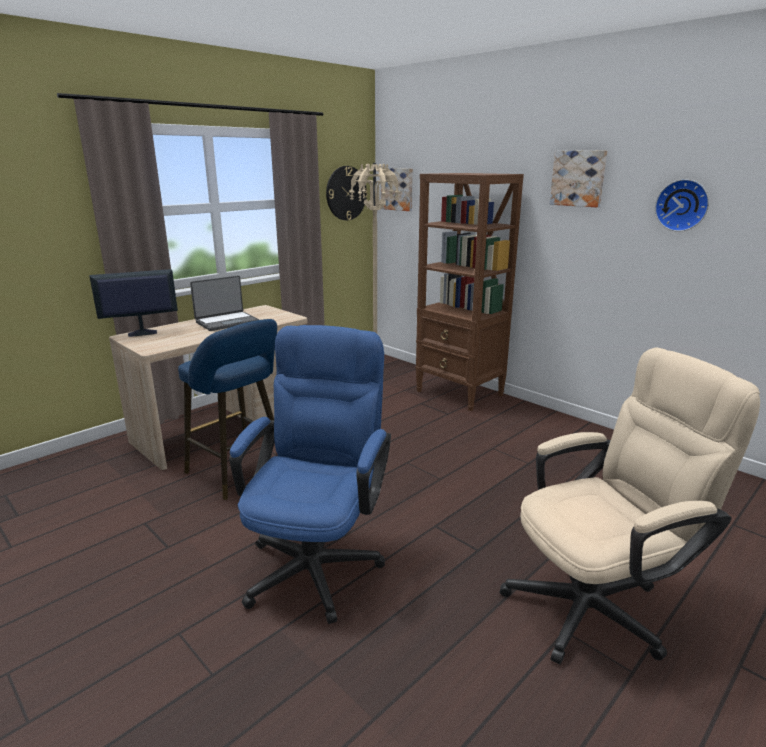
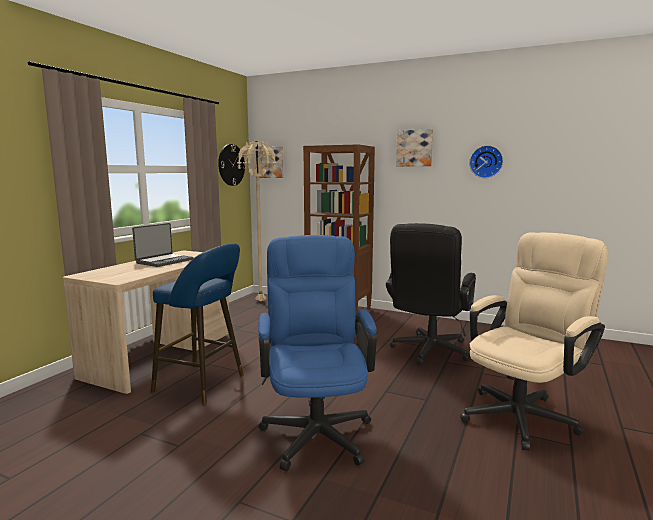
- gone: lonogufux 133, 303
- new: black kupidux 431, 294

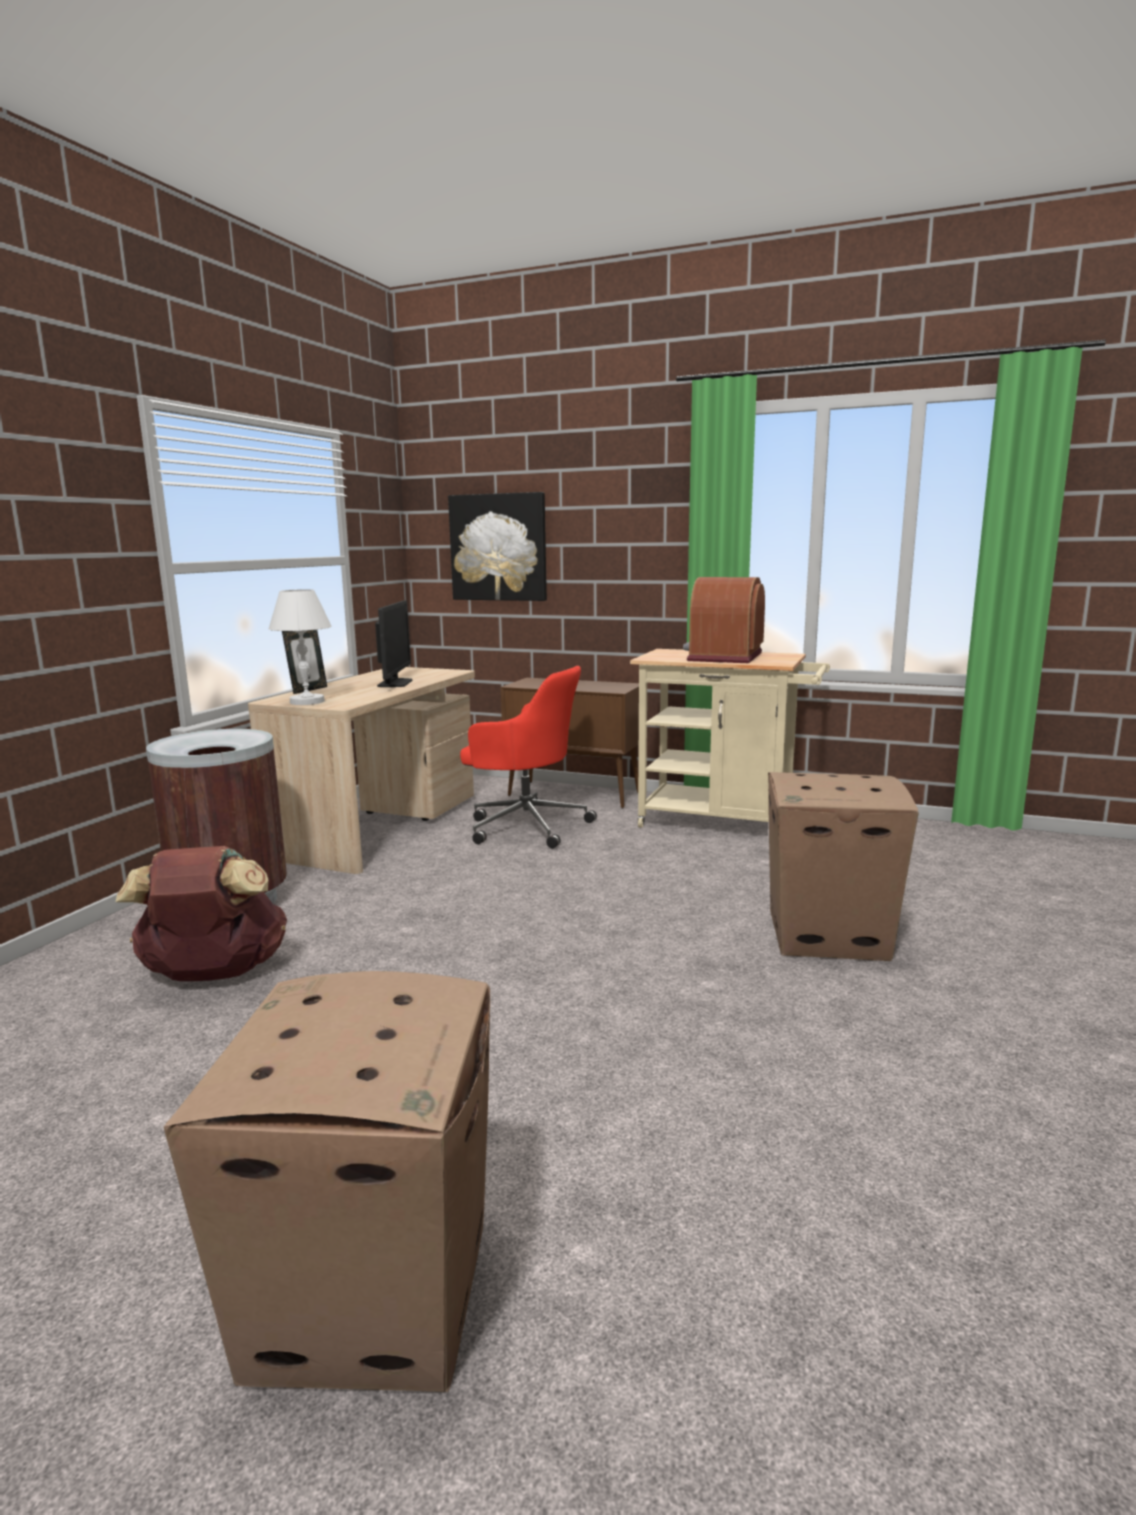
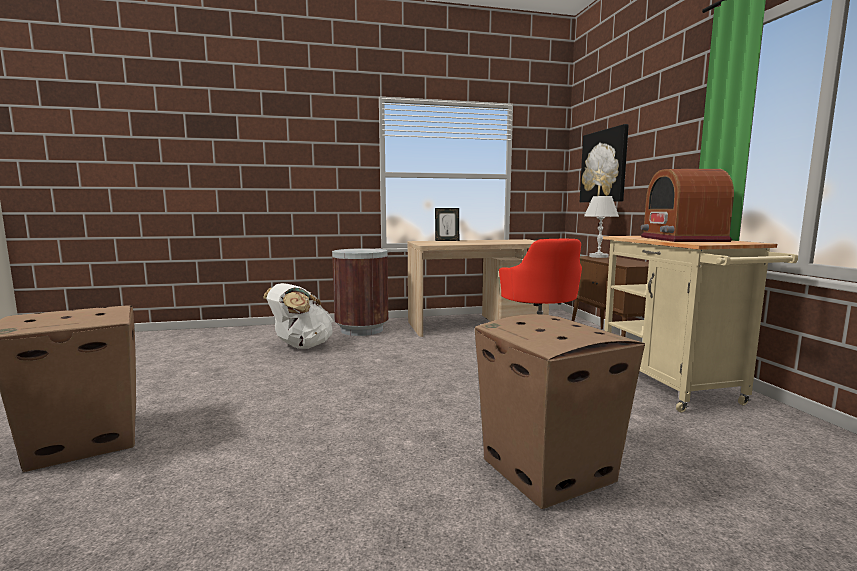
- rotated: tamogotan 724, 620 = 687, 205 75 degrees counterclockwise
- shifted: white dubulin 300, 647 to 601, 227
- gone: lonogufux 393, 643
- repainted: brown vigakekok 201, 913 to white vigakekok 298, 316

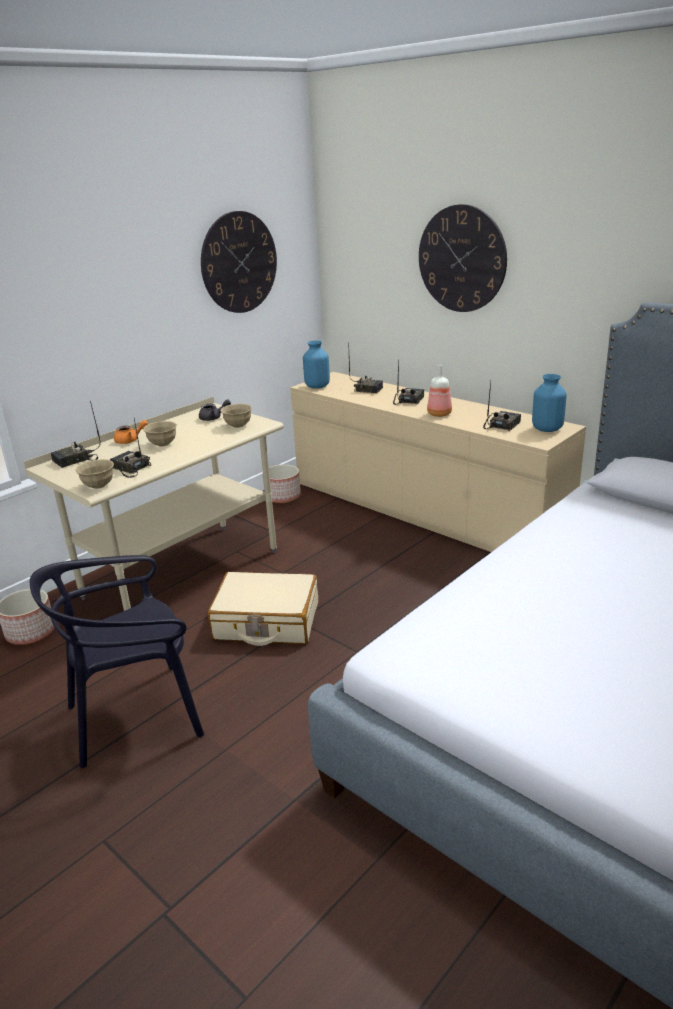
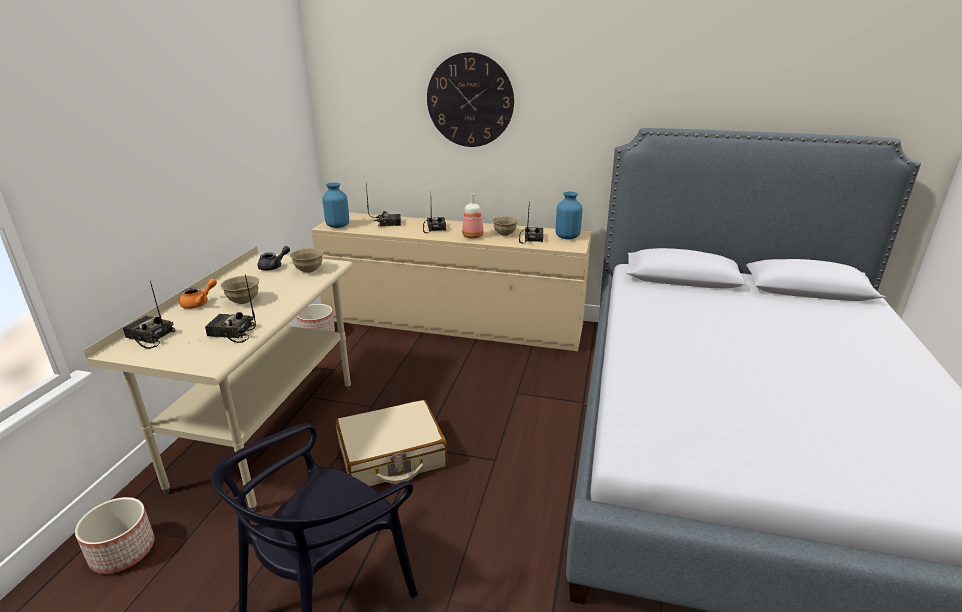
- gone: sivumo 239, 262
- rotated: tamogotan 75, 434 = 149, 315 90 degrees clockwise
- shifted: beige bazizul 94, 474 to 505, 226

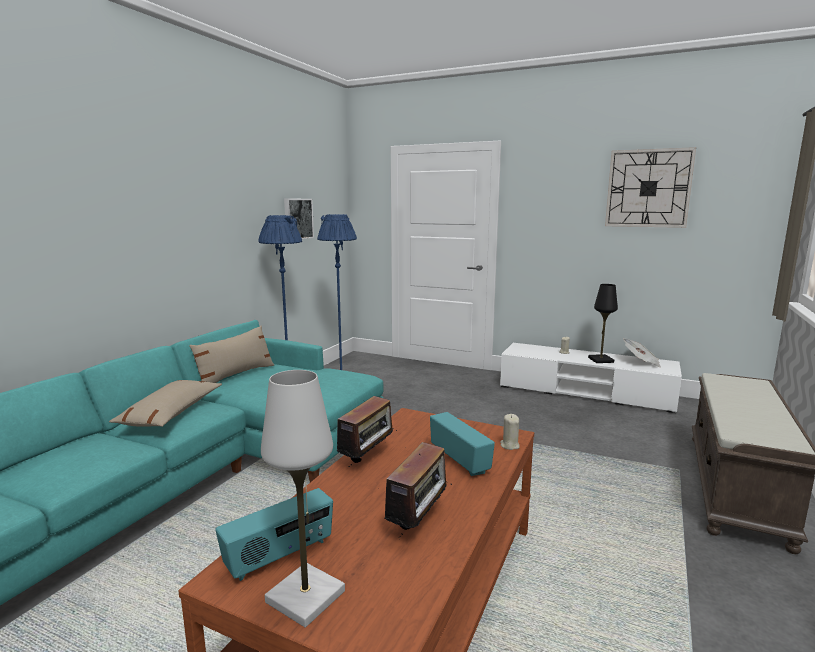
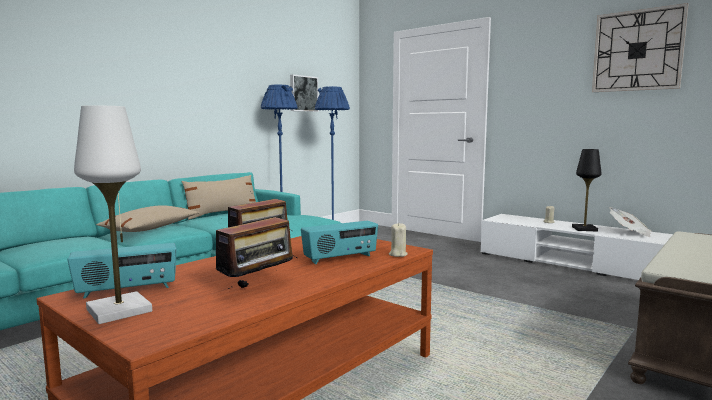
- rotated: tamogotan 462, 444 = 339, 242 75 degrees clockwise

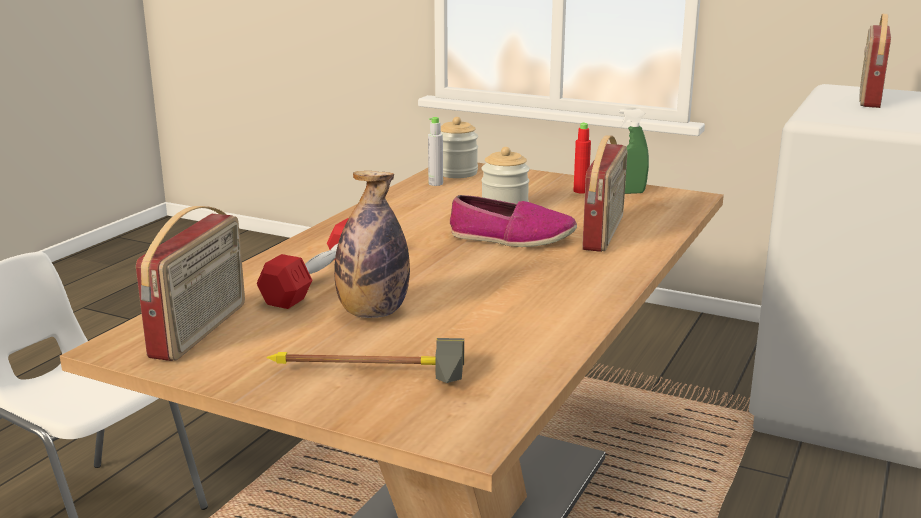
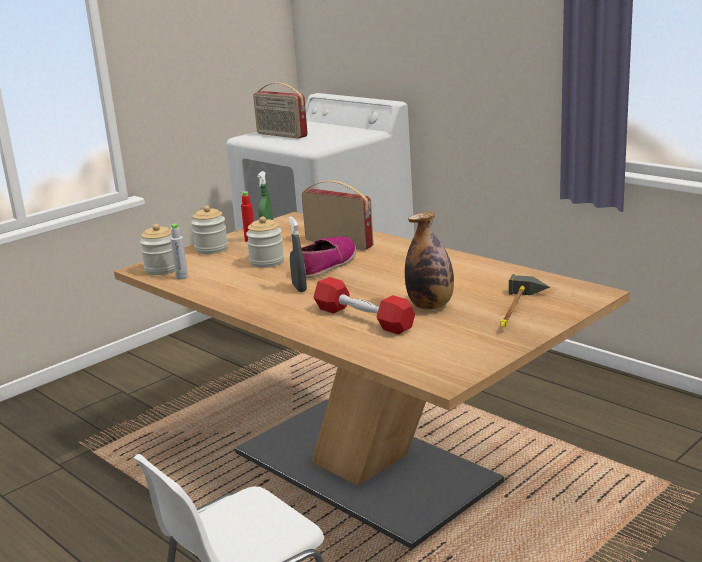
- gone: tamogotan 190, 283
- new: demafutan 209, 230
- new: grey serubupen 298, 254

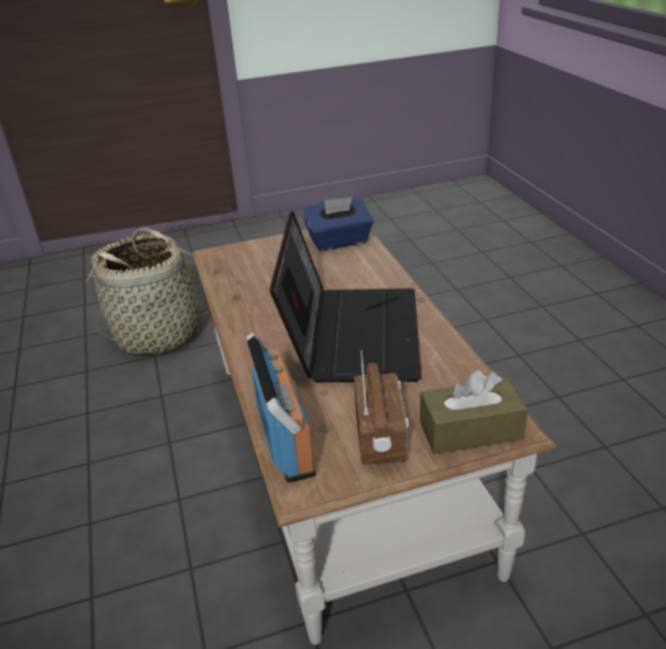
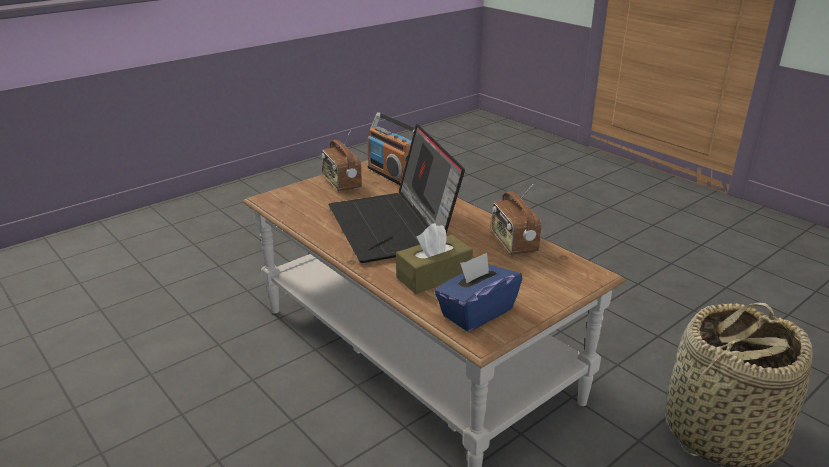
- shifted: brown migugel 474, 412 to 434, 258
- new: tamogotan 516, 219

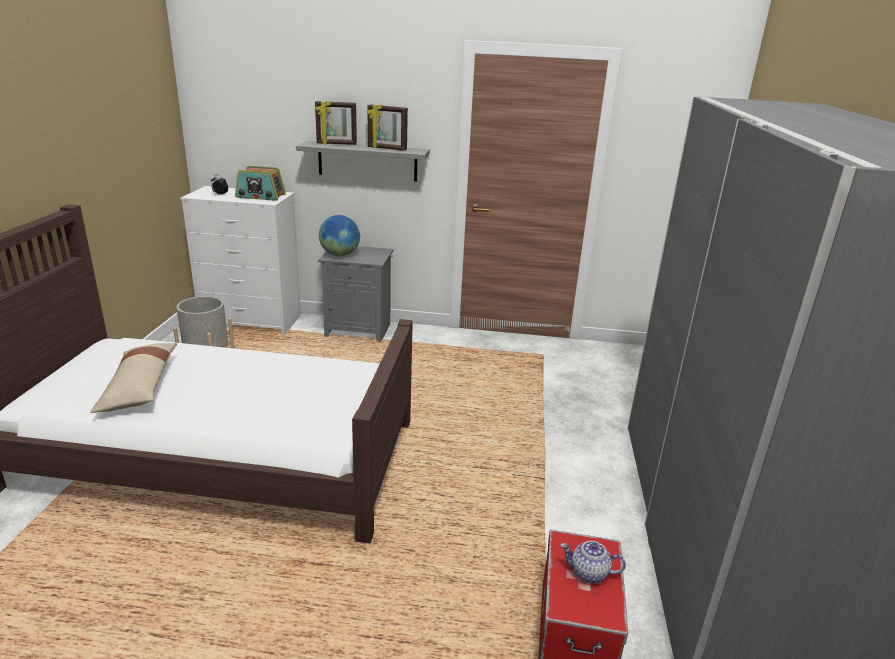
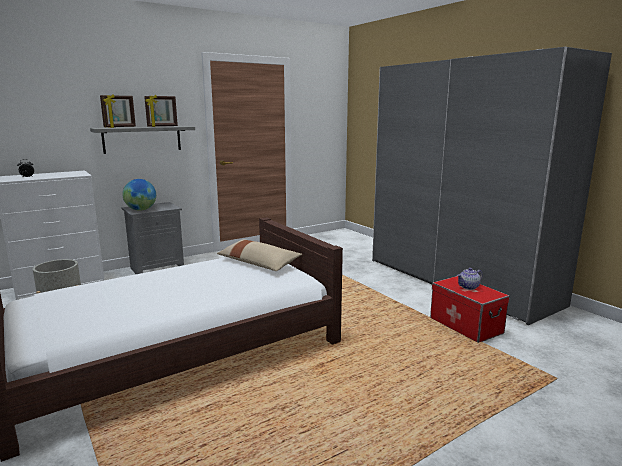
- gone: tamogotan 260, 183
- shifted: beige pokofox 133, 378 to 259, 255

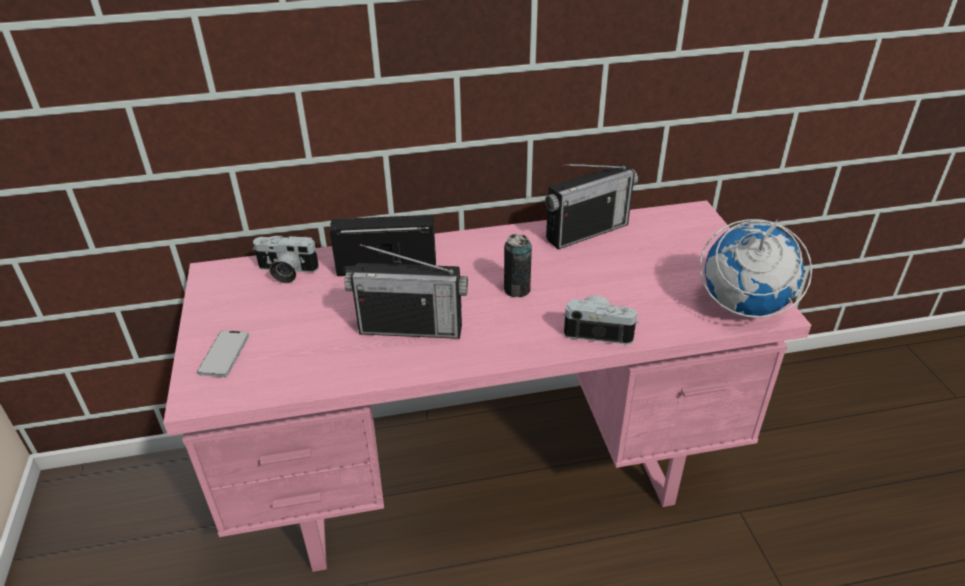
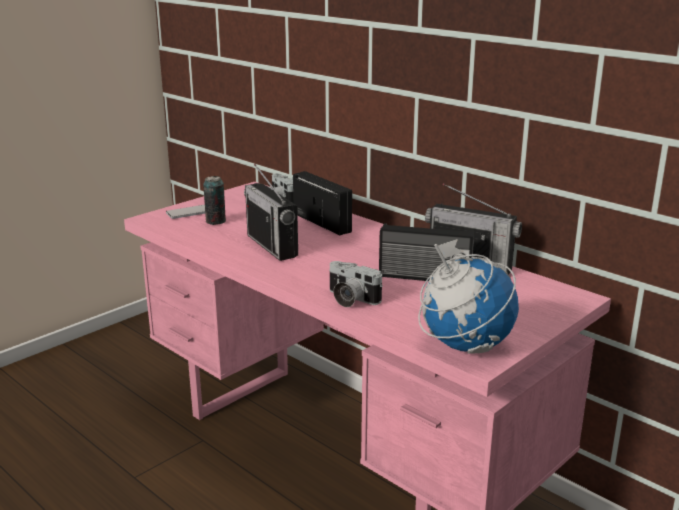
- shifted: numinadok 518, 265 to 214, 200
- rotated: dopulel 600, 319 = 356, 284 150 degrees clockwise
- new: tamogotan 426, 252

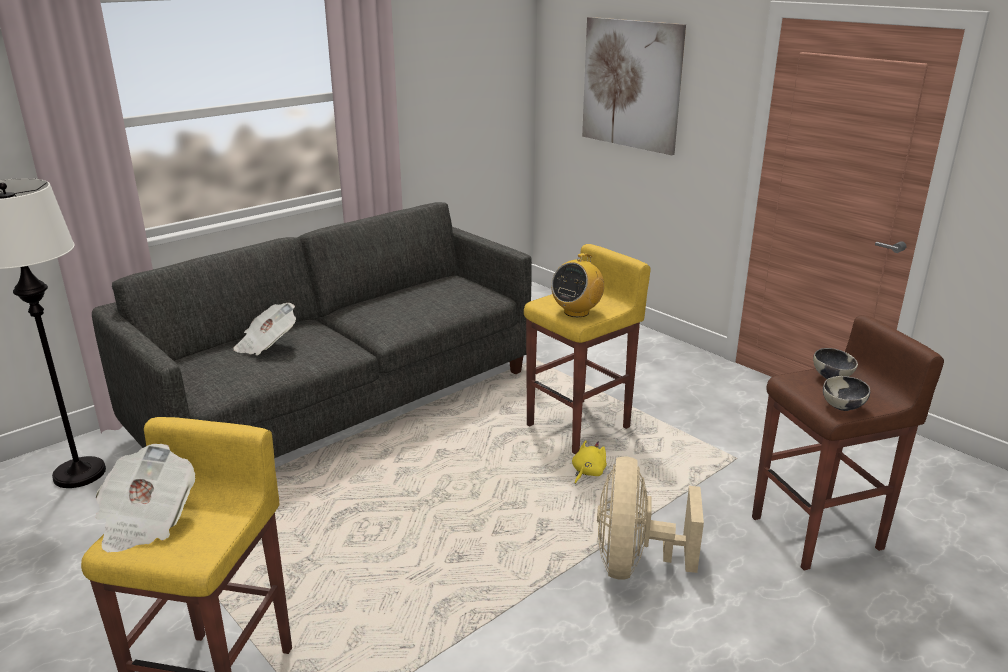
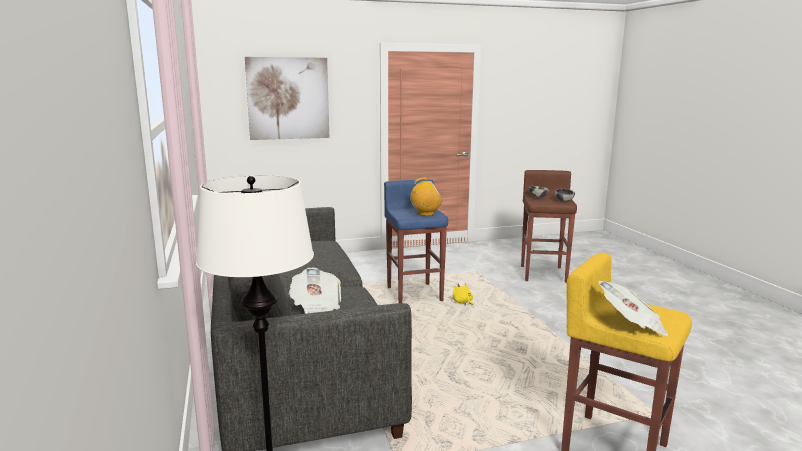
- repainted: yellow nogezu 587, 349 to blue nogezu 416, 241
- rotated: tamogotan 577, 285 = 426, 197 75 degrees counterclockwise
- gone: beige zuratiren 650, 518

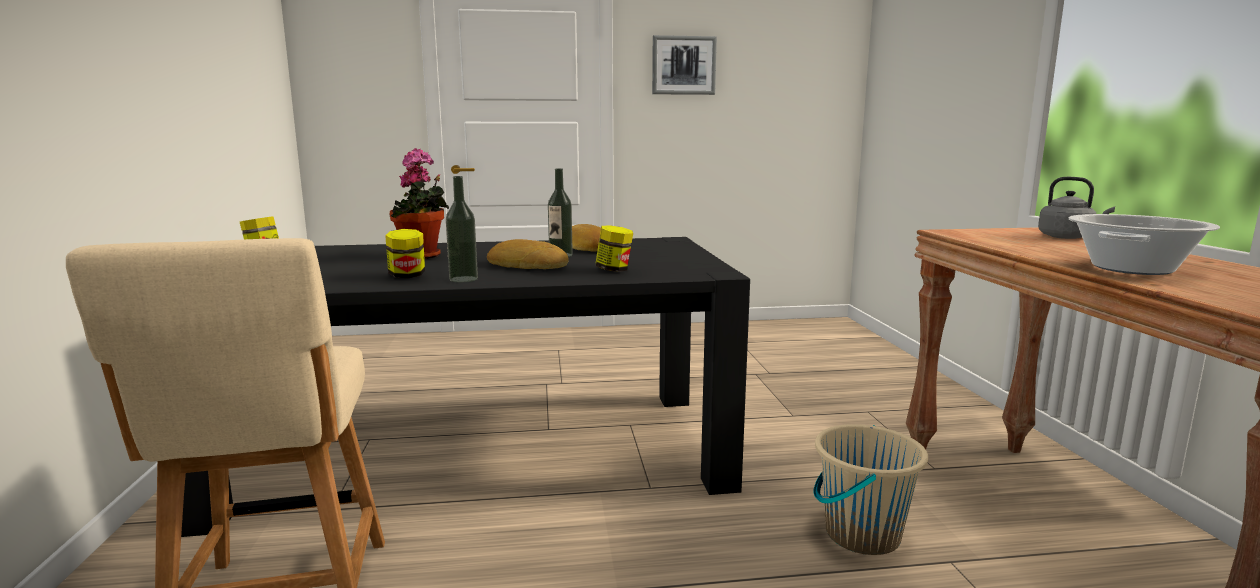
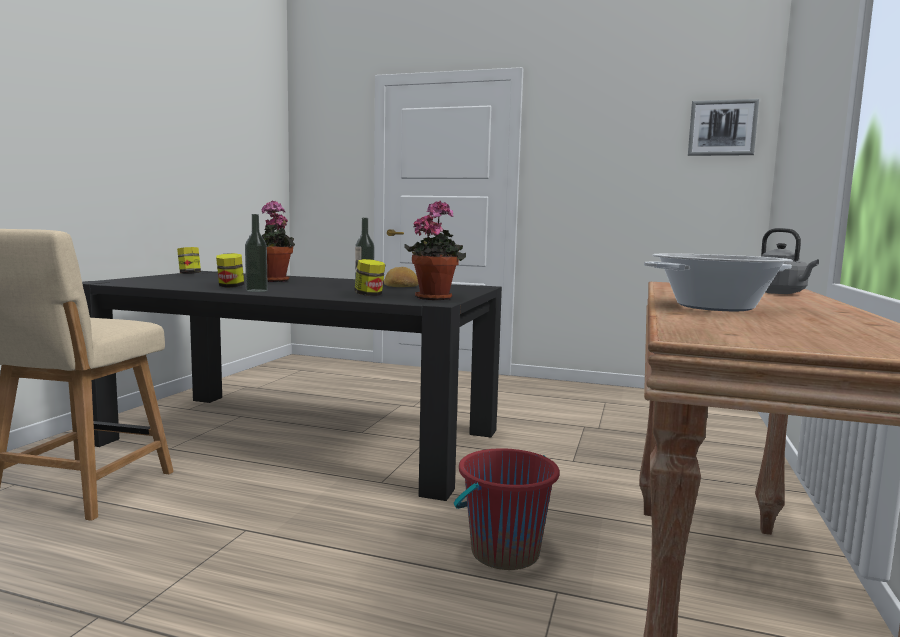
- shifted: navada 684, 65 to 723, 127
- gone: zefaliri 528, 254
- repainted: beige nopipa 870, 489 to red nopipa 507, 509
- new: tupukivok 435, 250

